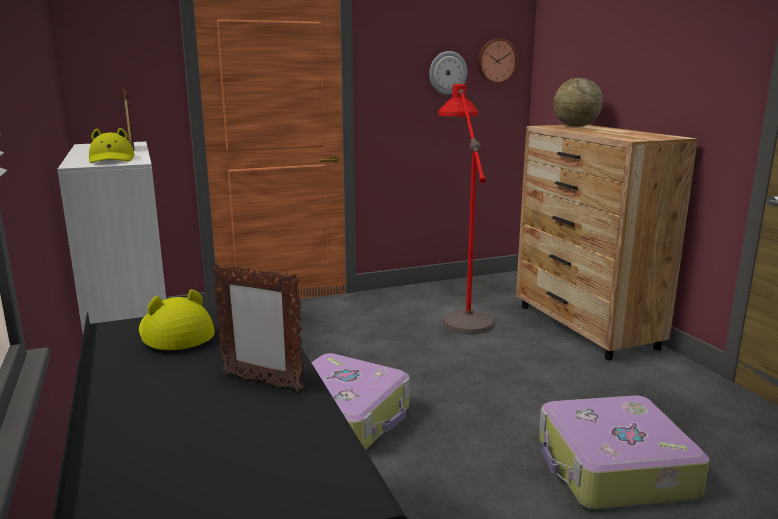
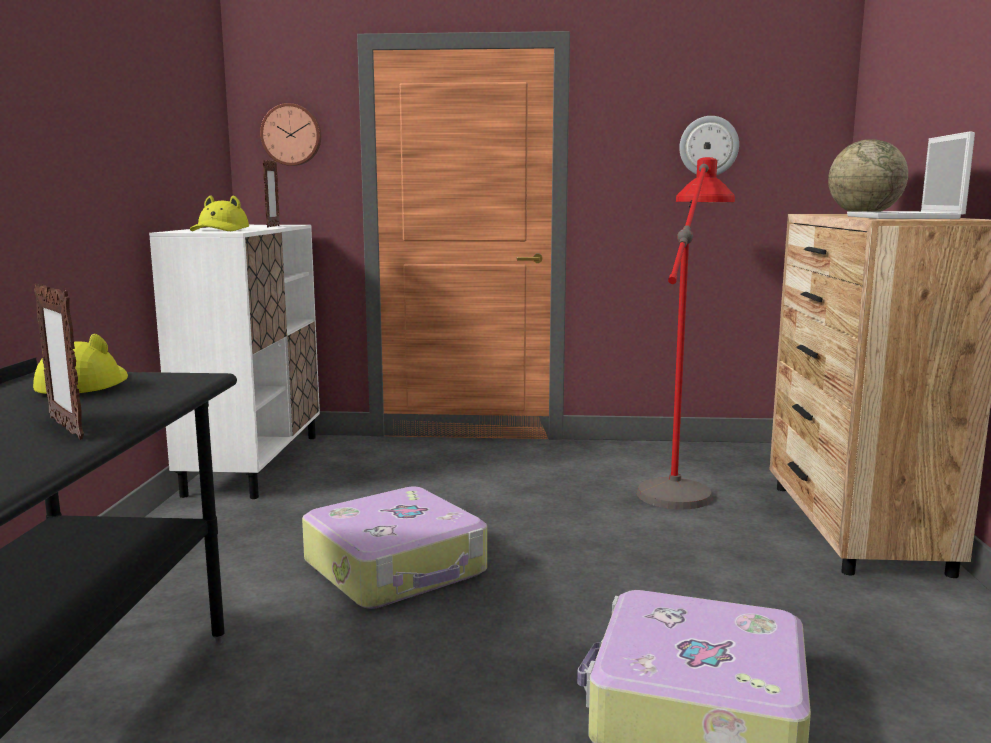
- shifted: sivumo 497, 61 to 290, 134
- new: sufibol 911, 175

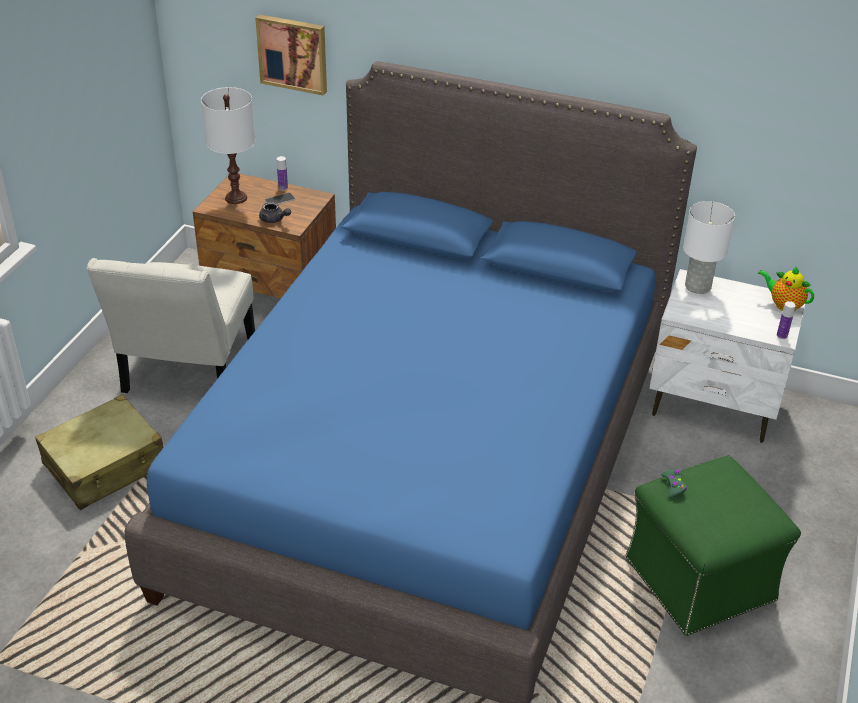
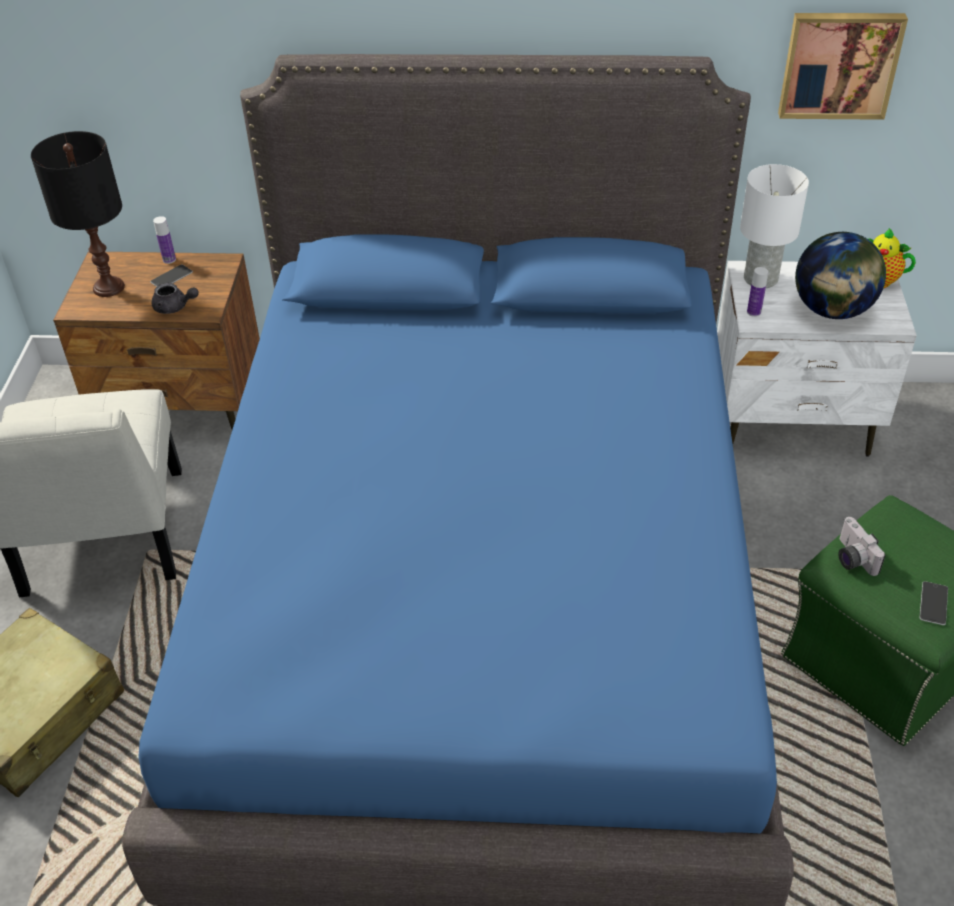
- shifted: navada 291, 55 to 843, 66
- repainted: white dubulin 228, 145 to black dubulin 78, 214
- shifted: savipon 786, 320 to 757, 292
- swapped: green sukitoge 674, 483 to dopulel 861, 546
- new: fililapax 840, 275
- new: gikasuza 933, 603

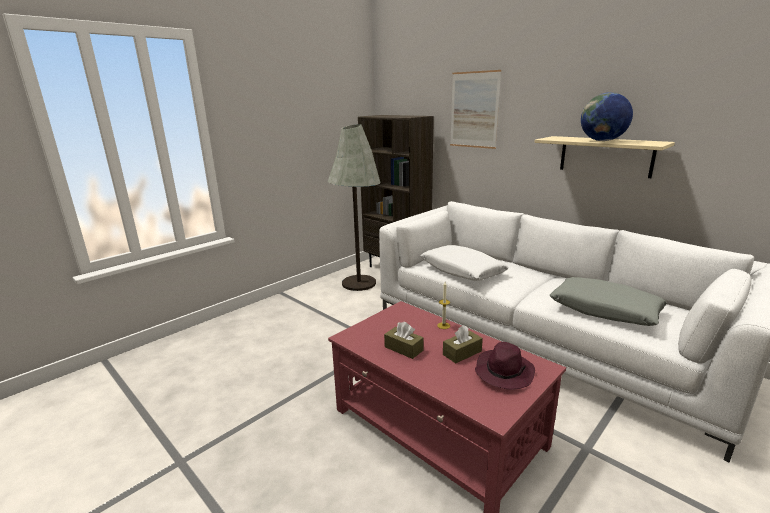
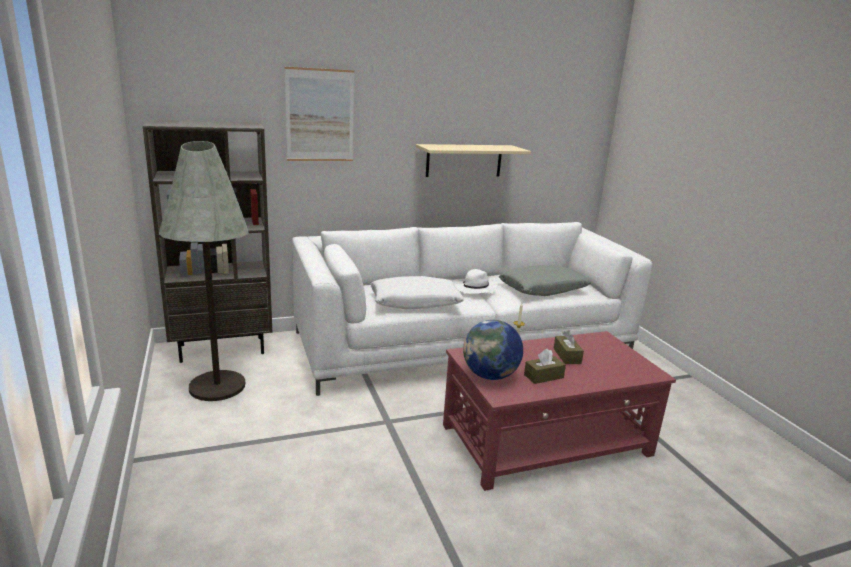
- shifted: fililapax 607, 116 to 493, 350
- gone: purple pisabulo 505, 366
- new: white pisabulo 476, 281

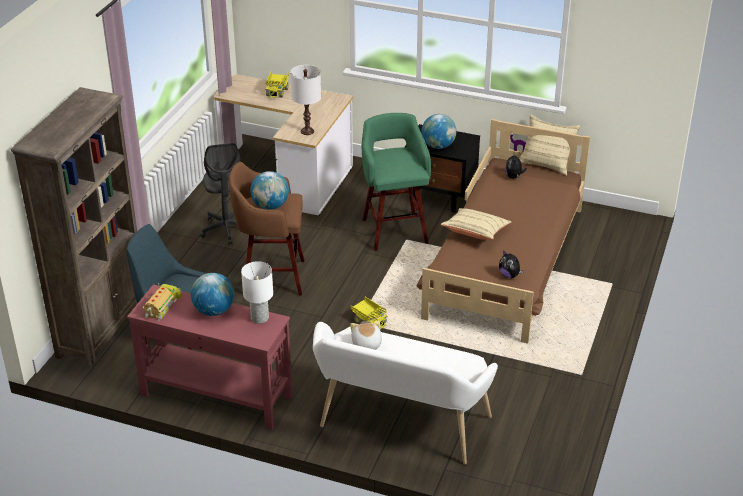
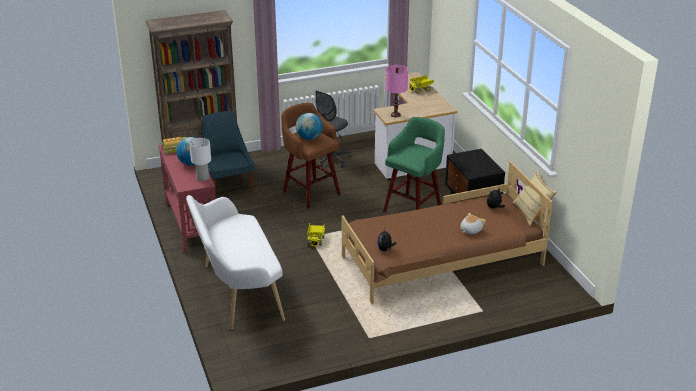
- repainted: white dubulin 305, 100 to pink dubulin 397, 91
- gone: fililapax 438, 131
- gone: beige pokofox 475, 224
- shifted: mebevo 366, 335 to 473, 223

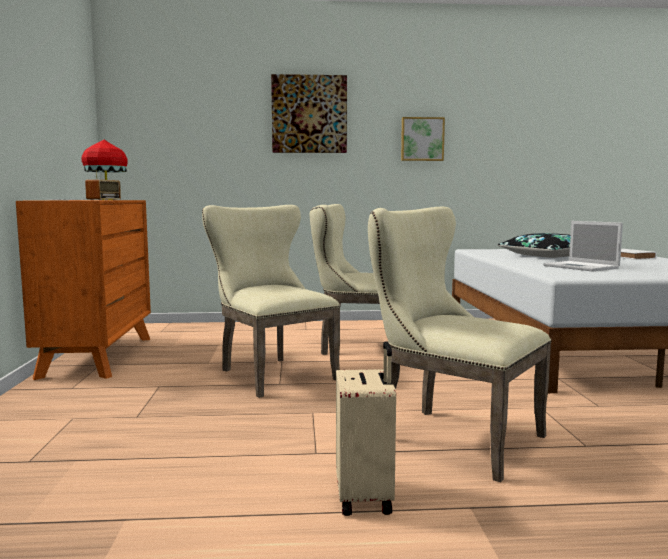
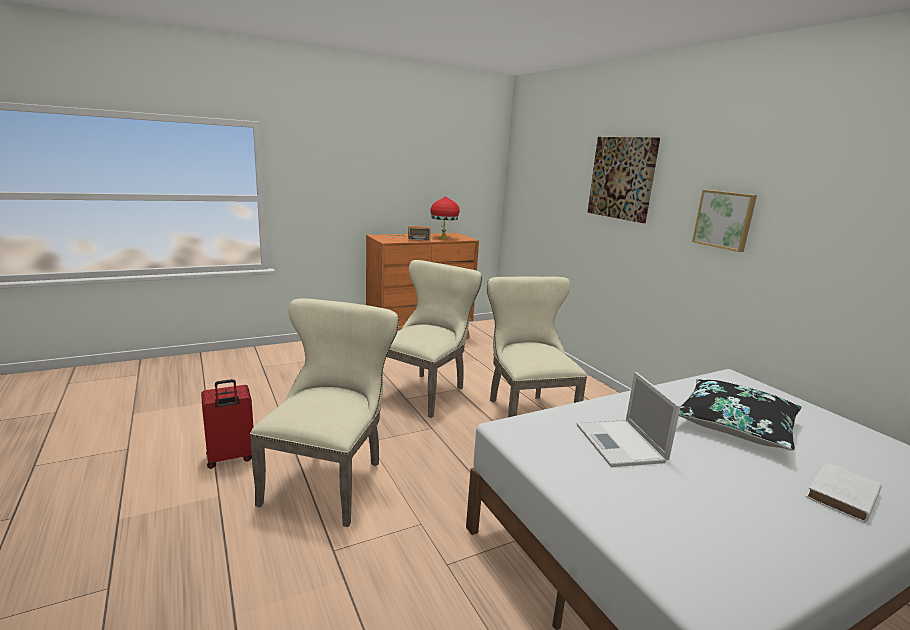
- rotated: sufibol 583, 246 = 629, 419 45 degrees counterclockwise
- repainted: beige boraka 366, 429 to red boraka 227, 424

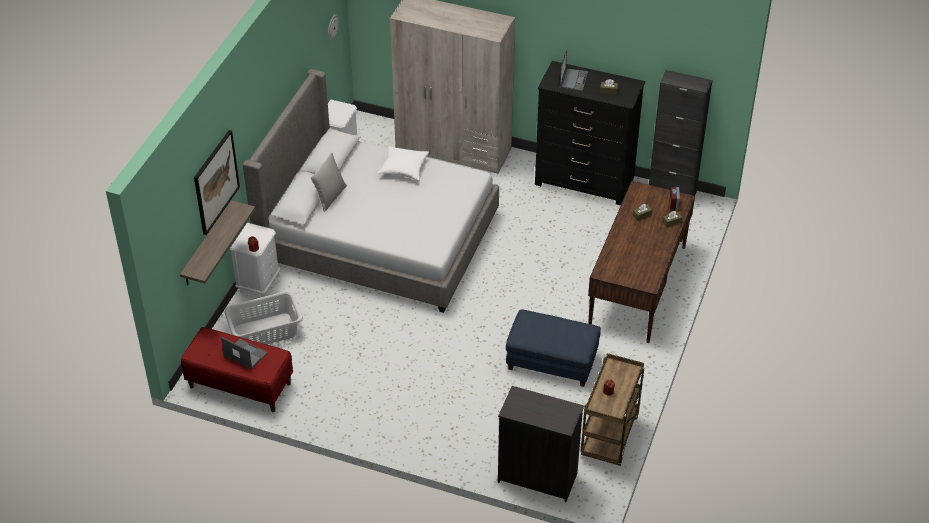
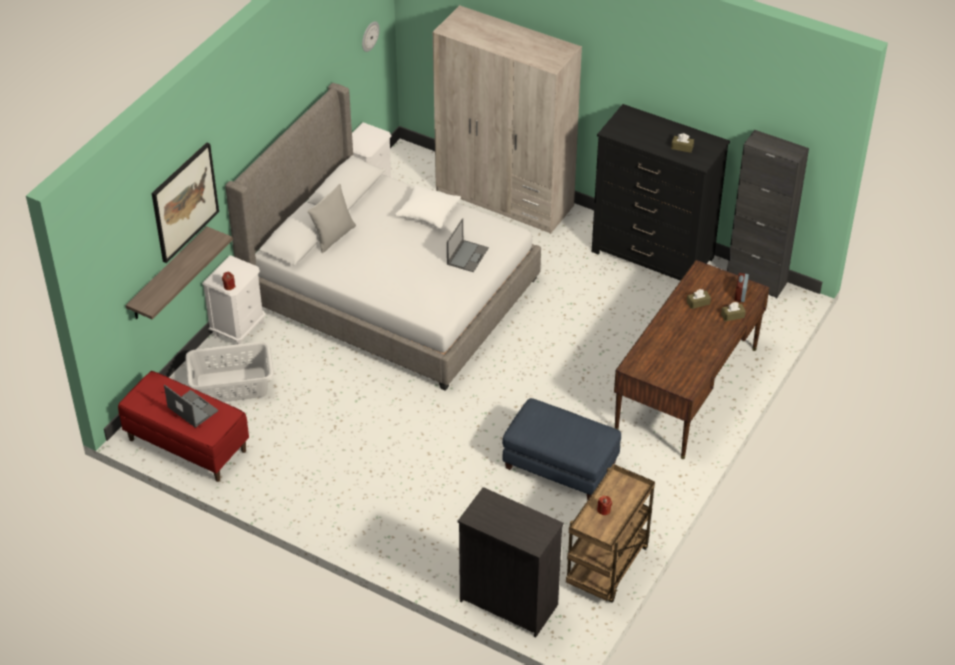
- shifted: sufibol 573, 70 to 468, 245

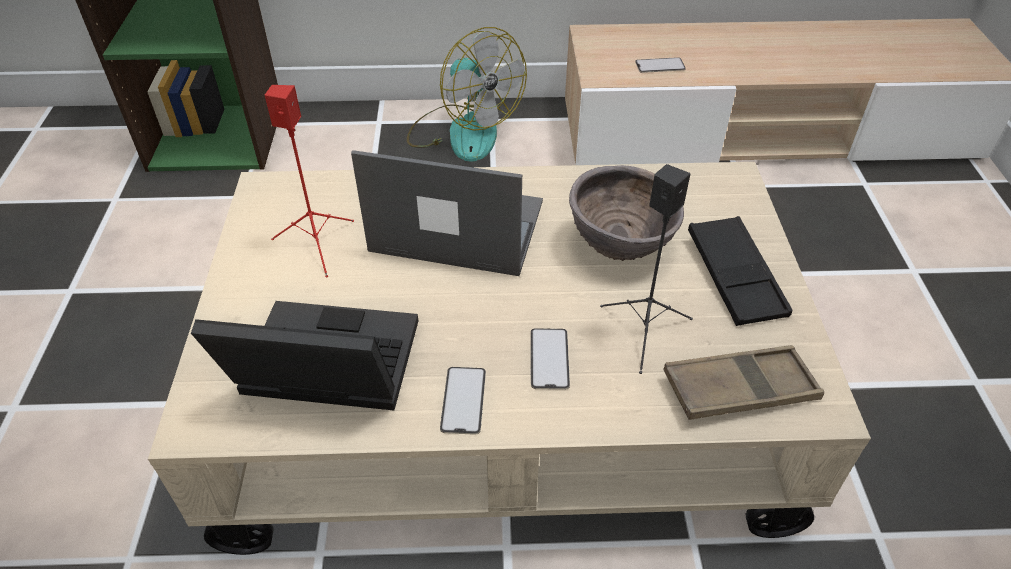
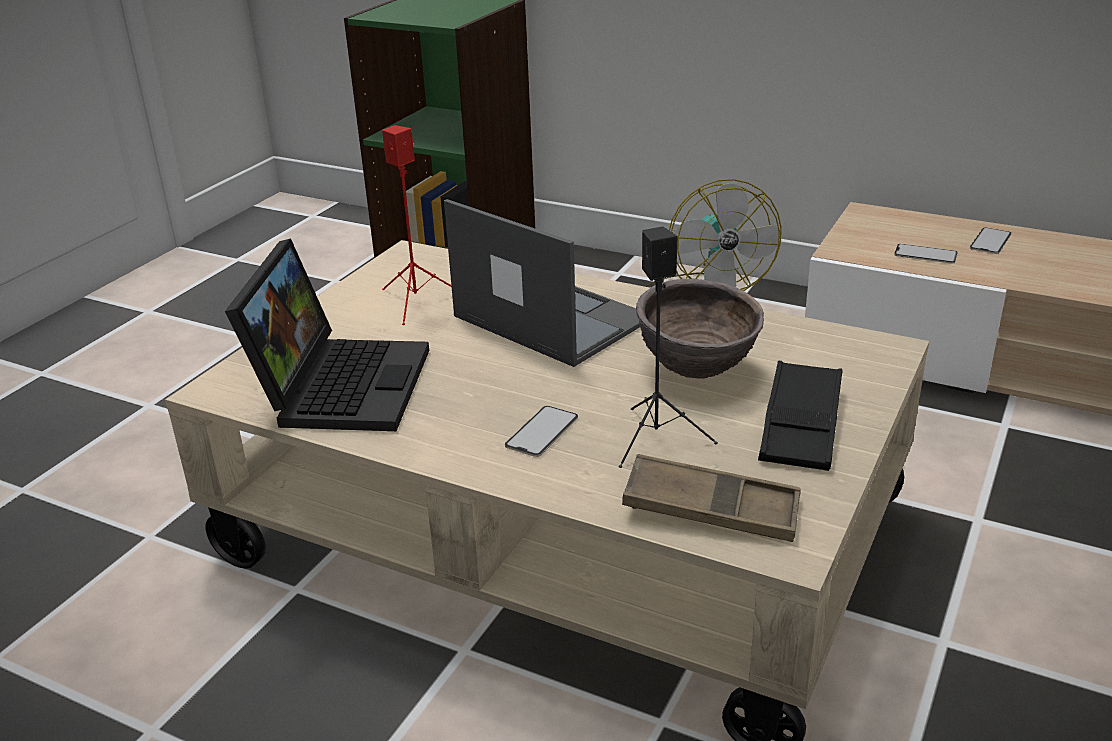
- rotated: sufibol 304, 355 = 327, 334 60 degrees clockwise
- shifted: gikasuza 463, 401 to 990, 241

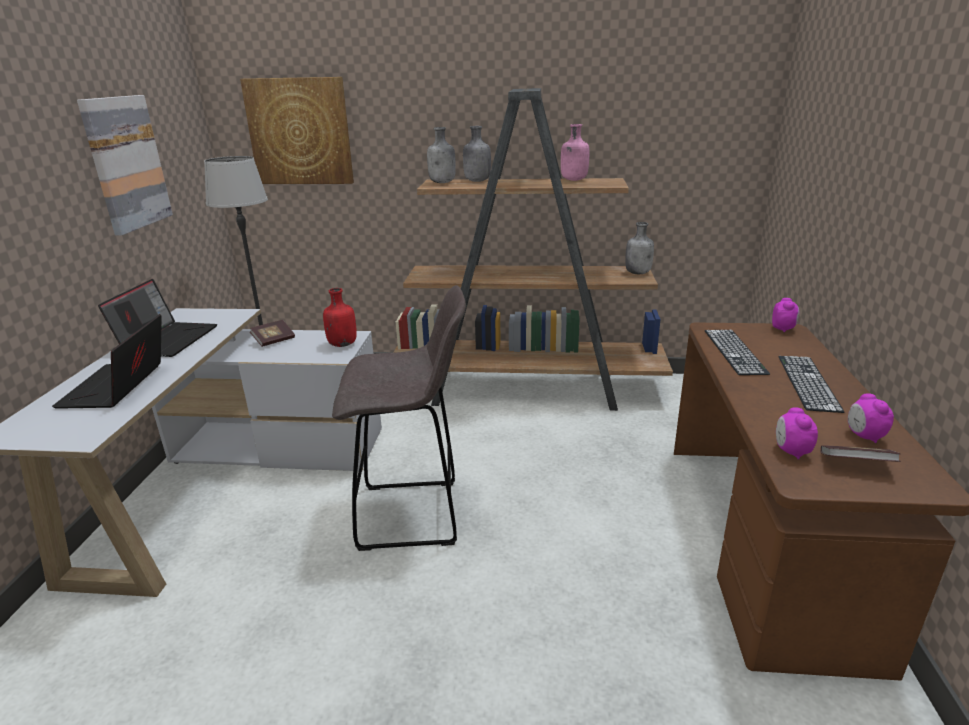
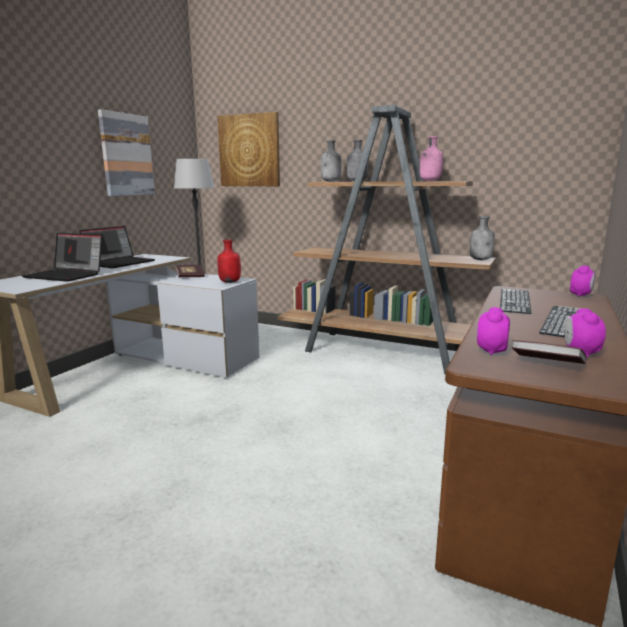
- gone: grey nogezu 399, 418
- rotated: sufibol 107, 361 = 62, 257 90 degrees counterclockwise

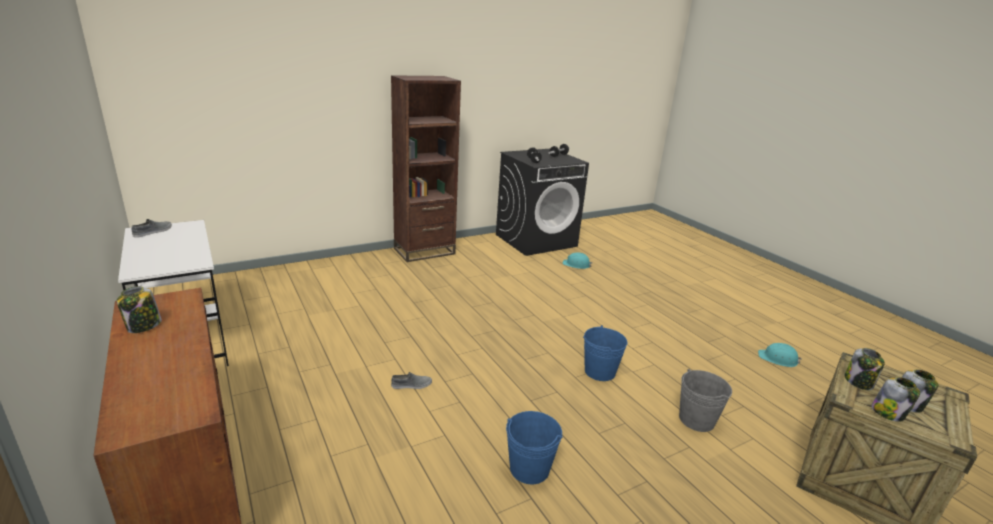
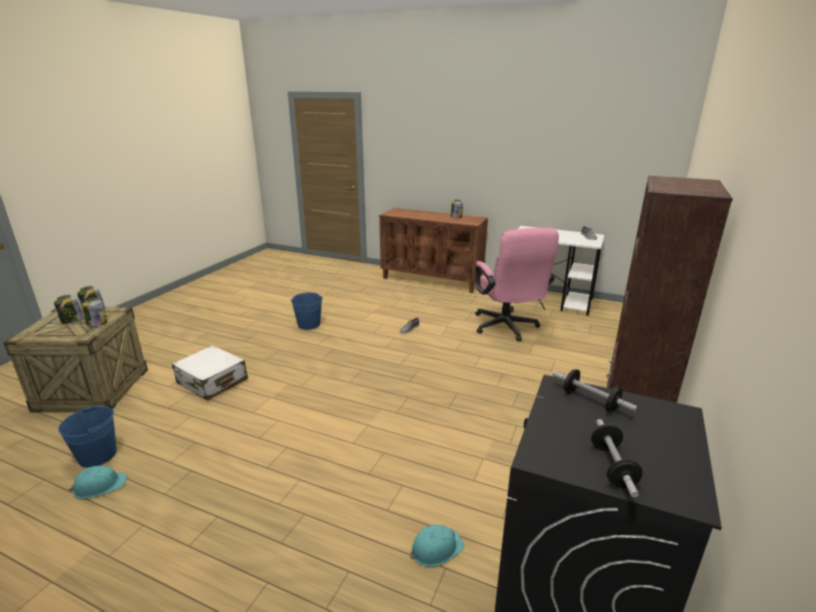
- shifted: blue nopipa 605, 353 to 87, 437
- swapped: grey nopipa 705, 400 to white boraka 210, 372
- new: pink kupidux 517, 284

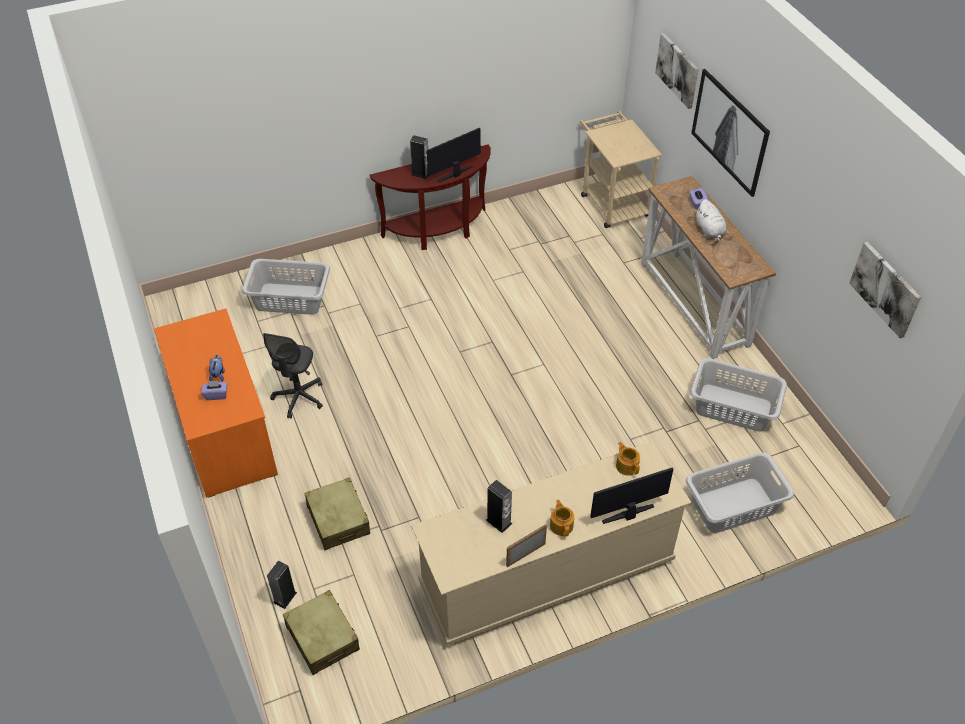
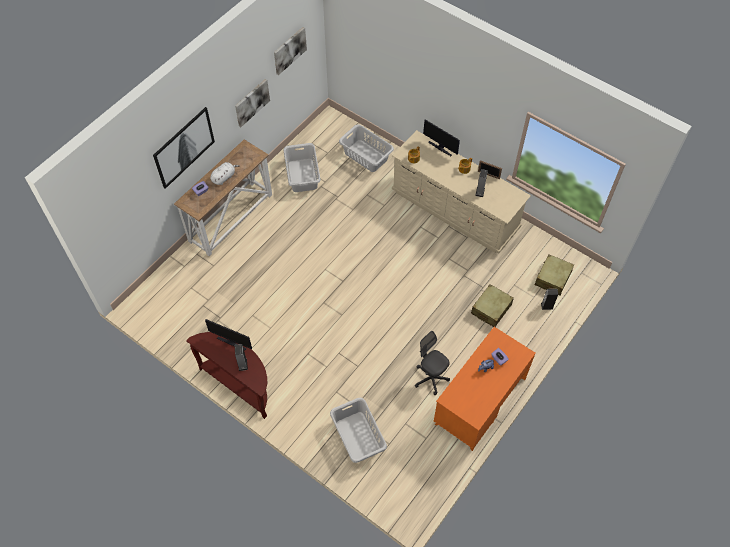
- shifted: navada 677, 71 to 252, 103
- gone: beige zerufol 621, 169
- rotated: grey kupidux 293, 376 = 432, 363 120 degrees counterclockwise

